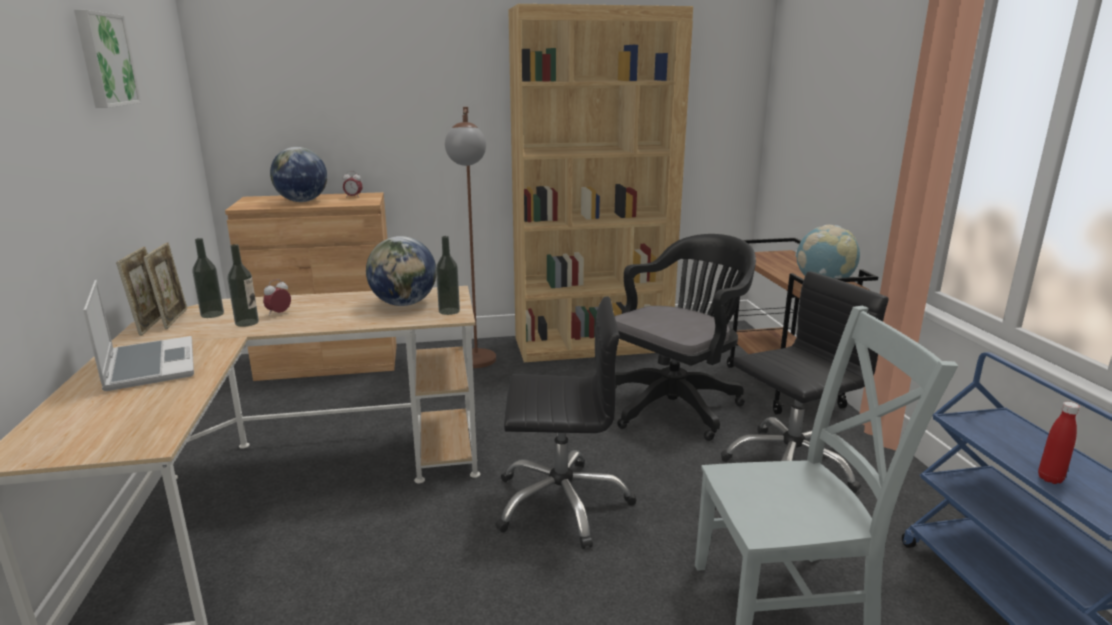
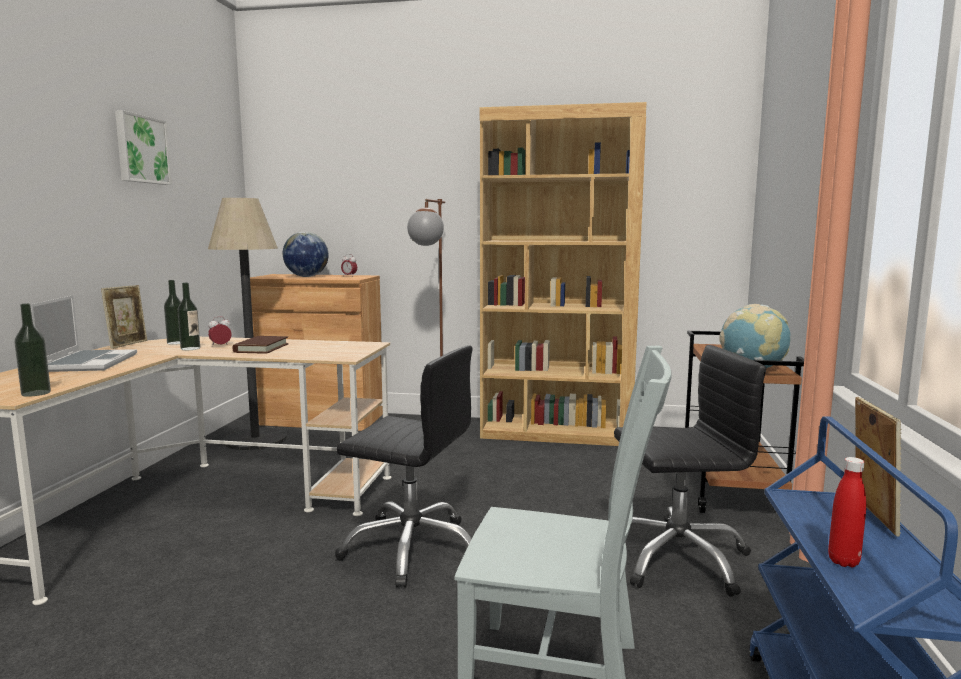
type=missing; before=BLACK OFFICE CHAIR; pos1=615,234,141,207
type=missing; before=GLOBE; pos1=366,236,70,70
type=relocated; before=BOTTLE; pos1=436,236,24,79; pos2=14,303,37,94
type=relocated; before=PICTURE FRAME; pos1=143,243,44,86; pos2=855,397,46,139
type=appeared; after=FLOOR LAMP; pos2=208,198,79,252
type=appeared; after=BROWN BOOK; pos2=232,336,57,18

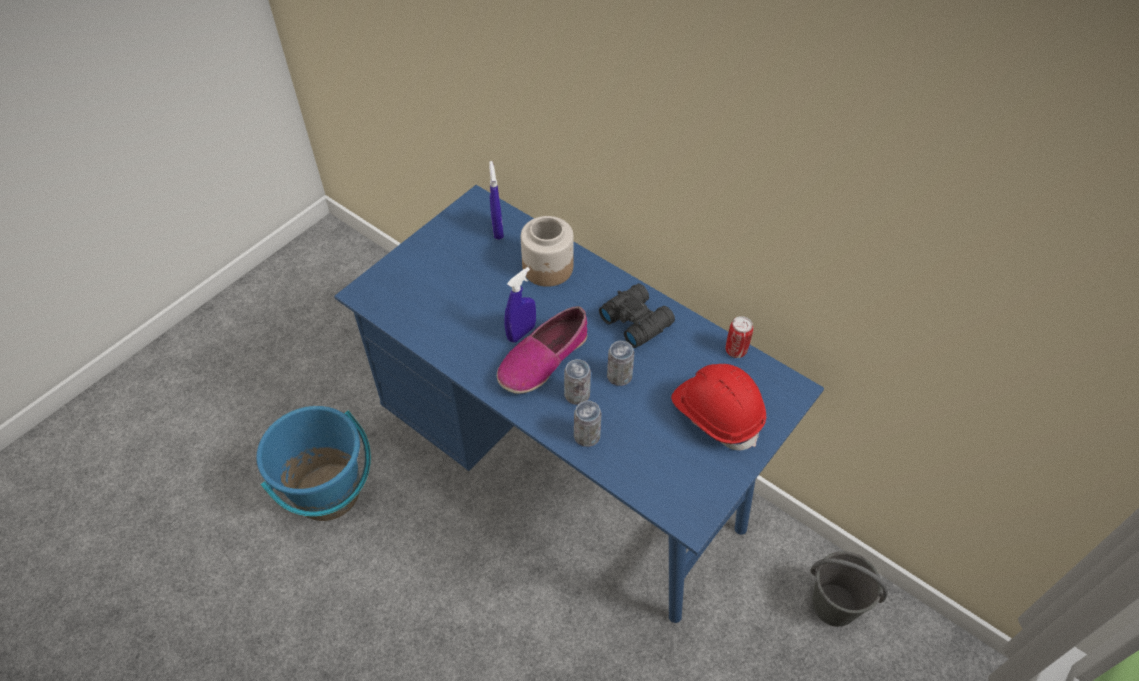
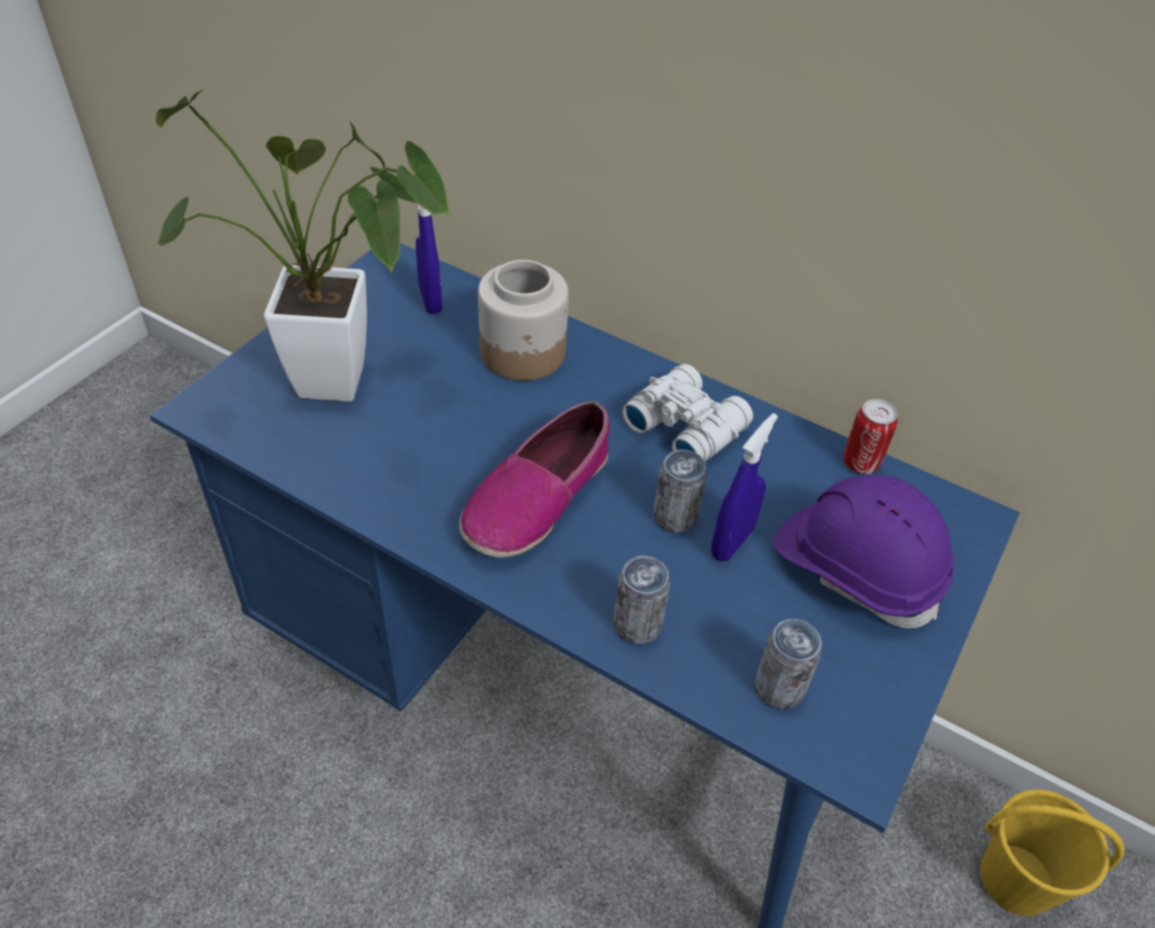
type=relocated; before=BLUE SPRAY BOTTLE; pos1=504,267,32,75; pos2=711,413,67,148
type=colour; before=BLACK BINOCULARS; after=WHITE BINOCULARS; pos1=599,283,76,65; pos2=622,364,131,98
type=relocated; before=CAN; pos1=564,359,27,46; pos2=754,619,68,90
type=colour; before=RED HARD HAT; after=PURPLE HARD HAT; pos1=671,364,95,86; pos2=773,475,181,153
type=missing; before=BLUE BUCKET; pos1=257,406,114,115
type=colour; before=GREY BUCKET; after=YELLOW BUCKET; pos1=810,551,78,76; pos2=980,789,145,127
type=appeared; after=POTTED PLANT; pos2=155,90,297,312

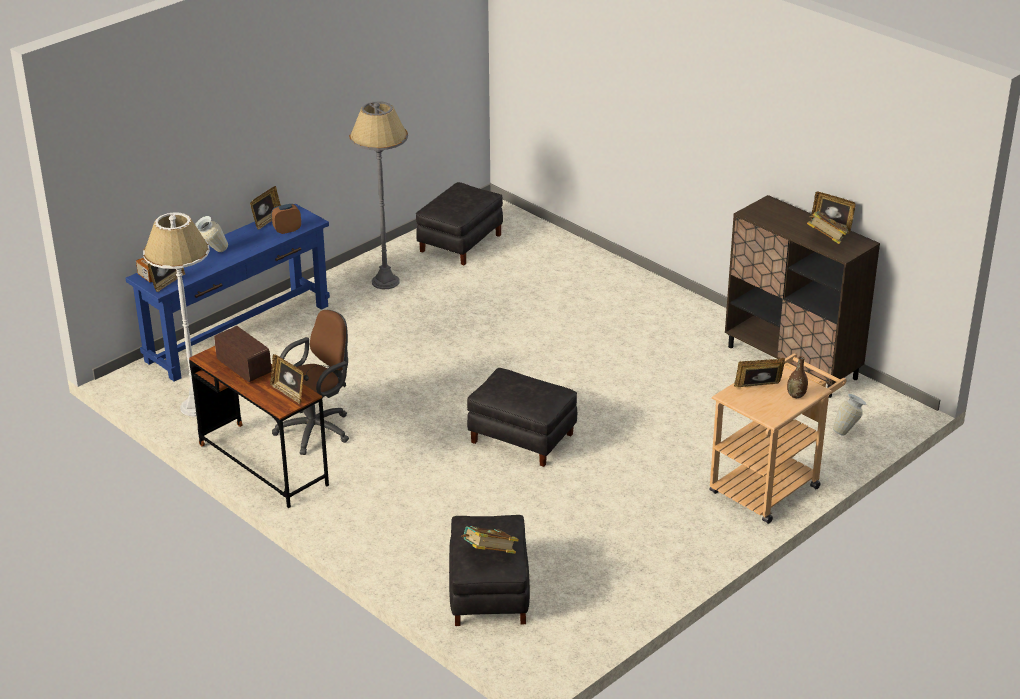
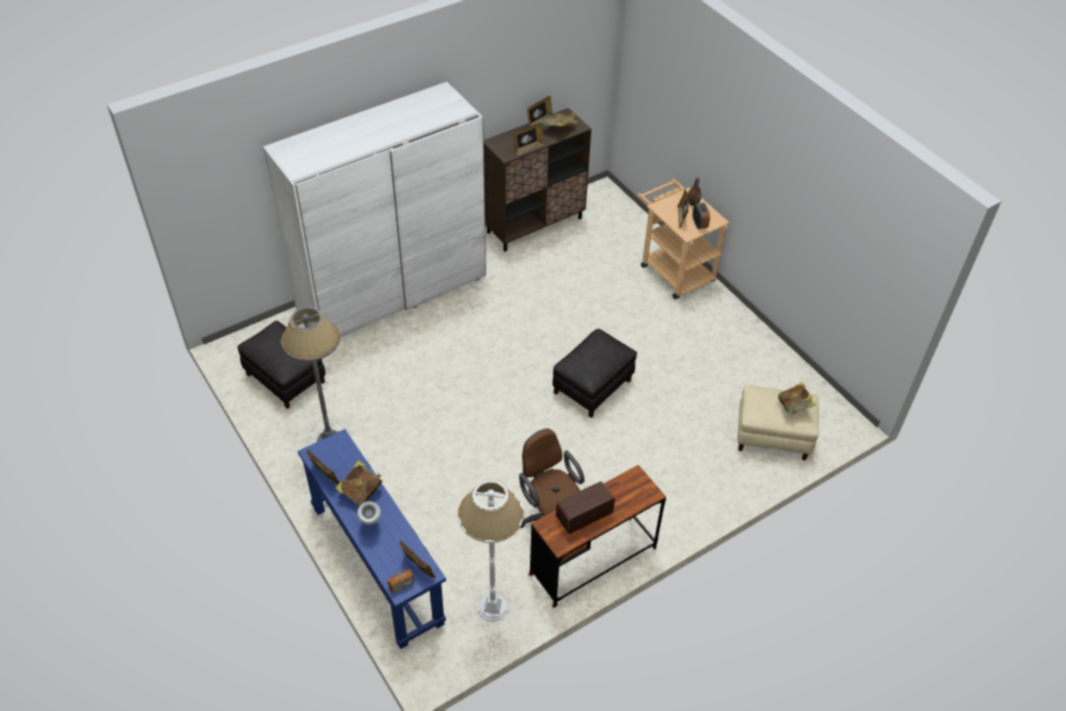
type=relocated; before=ALARM CLOCK; pos1=271,204,30,30; pos2=692,203,18,26
type=relocated; before=PICTURE FRAME; pos1=270,354,34,50; pos2=514,123,30,32
type=missing; before=VASE; pos1=833,394,33,42
type=colour; before=BLACK OTTOMAN; after=BEIGE OTTOMAN; pos1=449,515,81,111; pos2=738,385,81,76
type=appeared; after=WHITE WARDROBE; pos2=263,82,223,255
type=appeared; after=BOOK; pos2=336,460,47,46

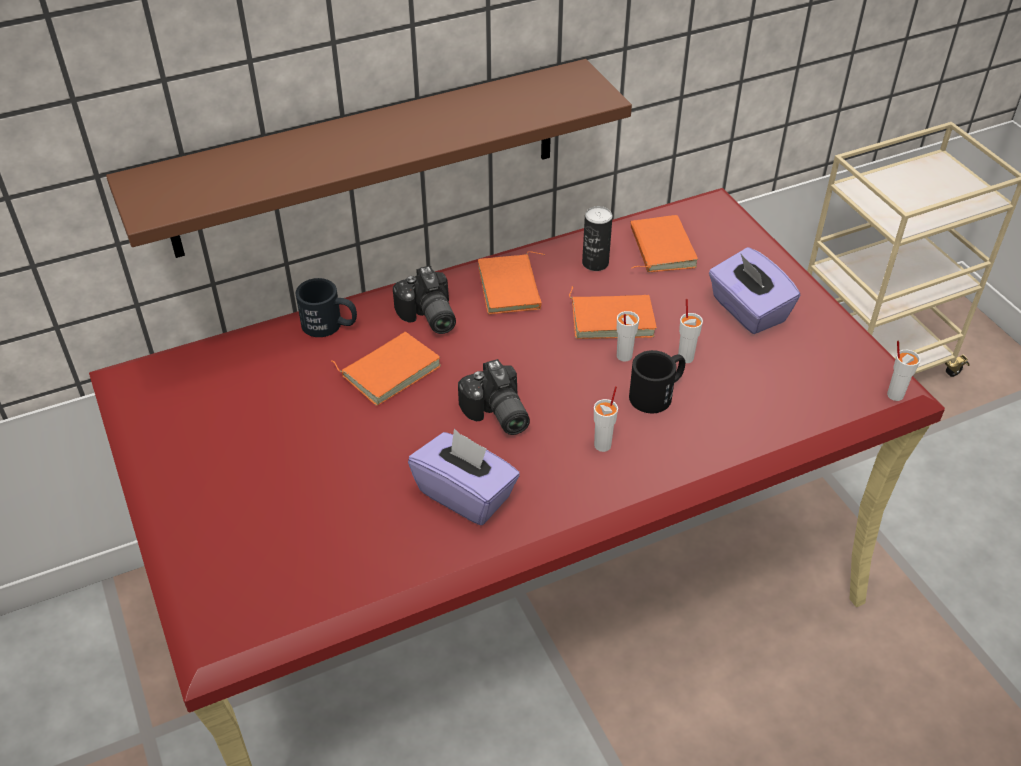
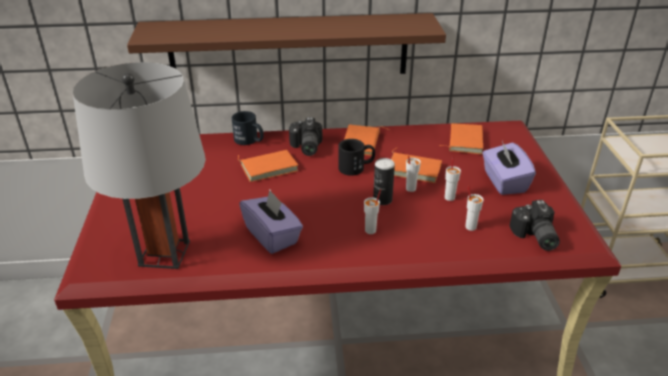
type=relocated; before=CAN; pos1=582,206,31,65; pos2=373,158,22,47
type=relocated; before=WHITE CUP; pos1=887,341,33,60; pos2=465,185,19,46
type=relocated; before=BLACK MUG; pos1=629,350,56,63; pos2=339,139,36,37
type=relocated; before=PHOTO CAMERA; pos1=458,359,72,76; pos2=509,200,51,51
type=appeared; after=GREY TABLE LAMP; pos2=73,62,133,207

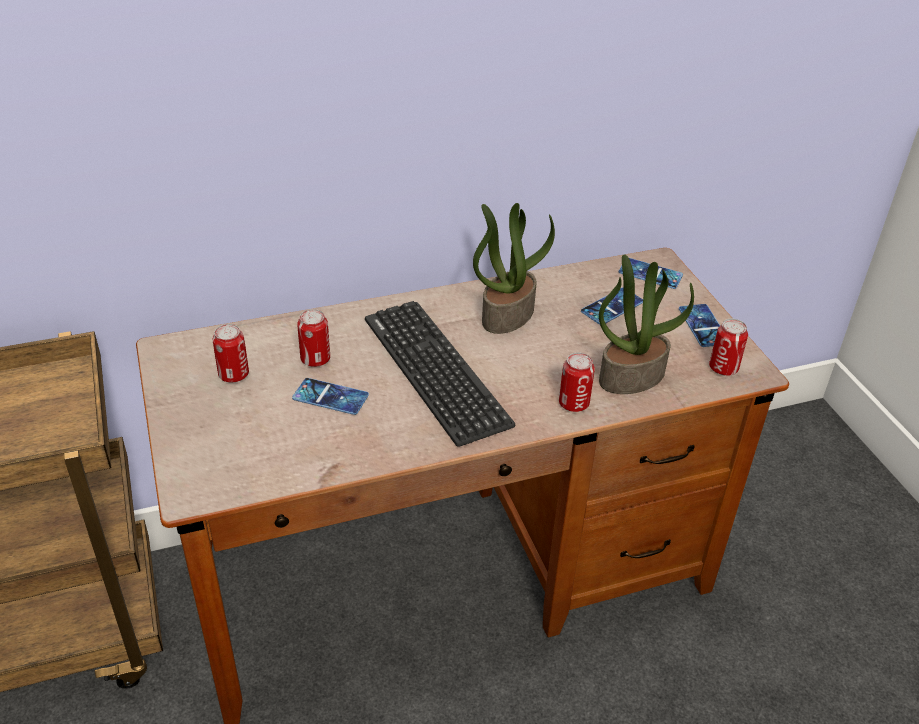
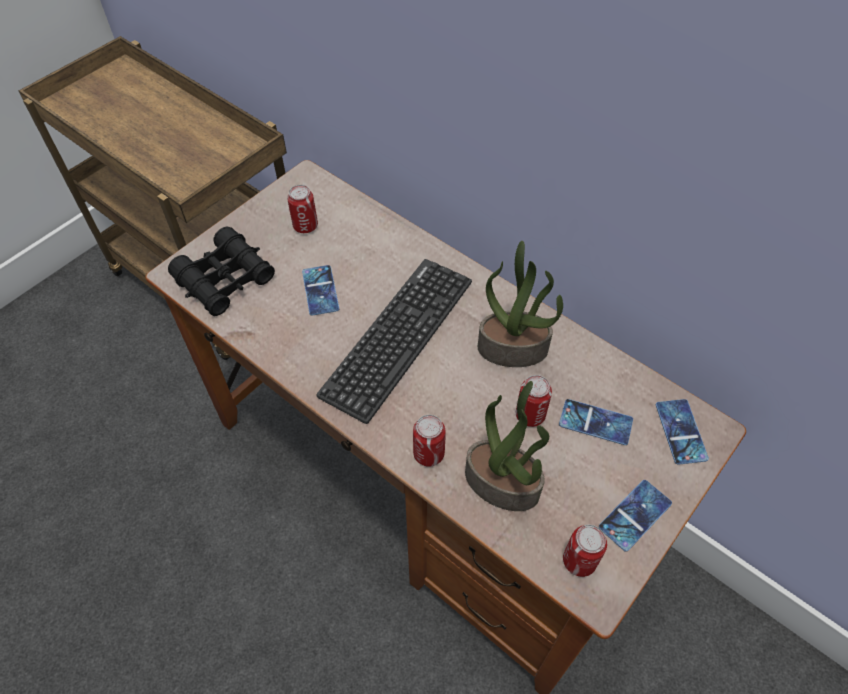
type=relocated; before=CAN; pos1=297,309,33,58; pos2=516,375,36,52
type=appeared; after=BLACK BINOCULARS; pos2=168,227,107,89

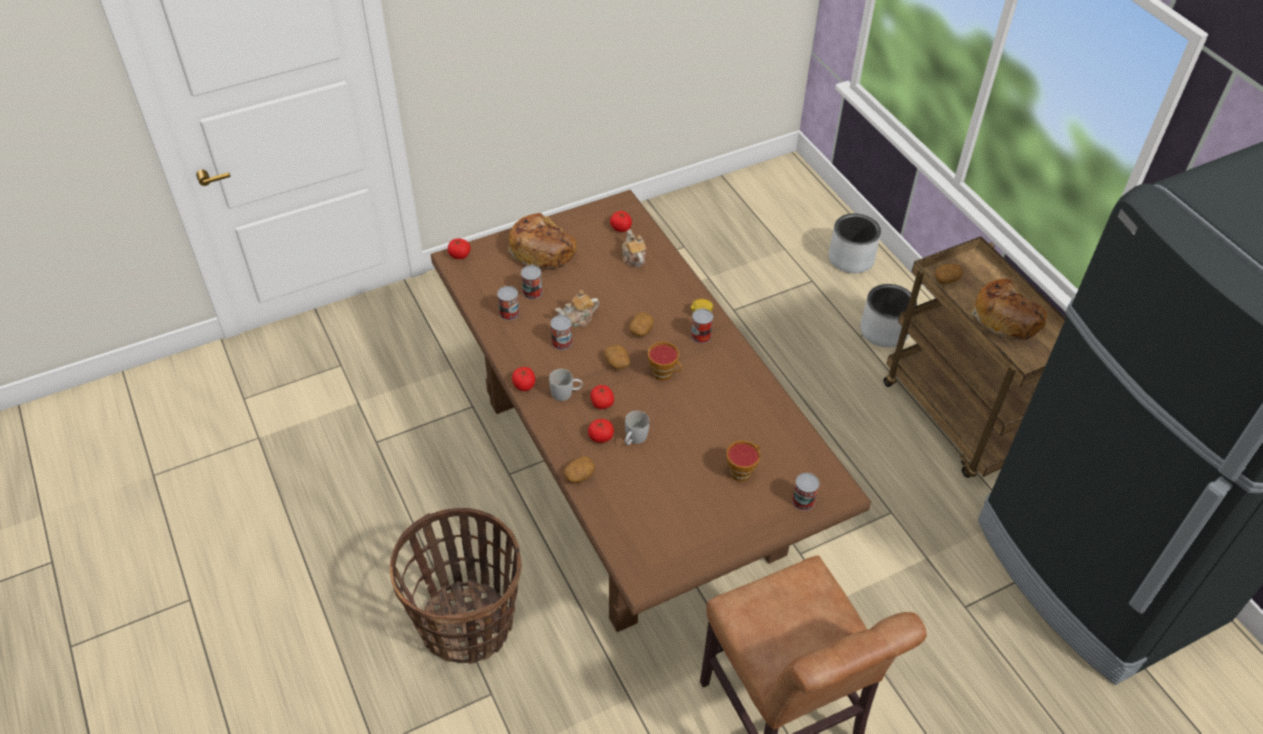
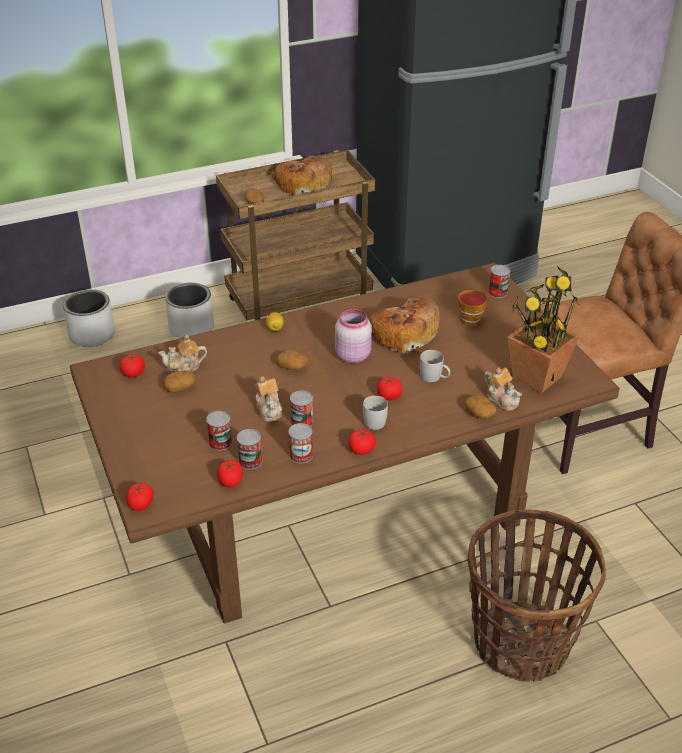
type=relocated; before=BREAD; pos1=508,213,69,57; pos2=369,296,71,58
type=relocated; before=CAN; pos1=691,309,22,34; pos2=288,423,25,40
type=exchanged; before=CUP; after=PINK JAR; pos1=648,342,34,39; pos2=335,309,37,54
type=relocated; before=POTATO; pos1=604,345,26,25; pos2=163,371,32,22
type=relocated; before=TOMATO; pos1=588,419,26,24; pos2=217,460,26,27
type=appeared; after=POTTED PLANT; pos2=507,266,74,128
type=appeared; after=TEAPOT; pos2=484,368,38,43

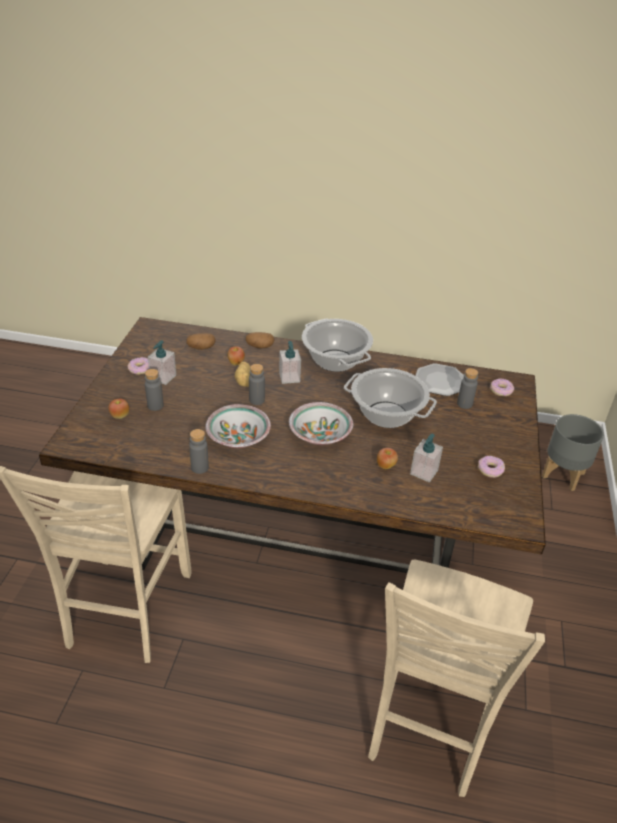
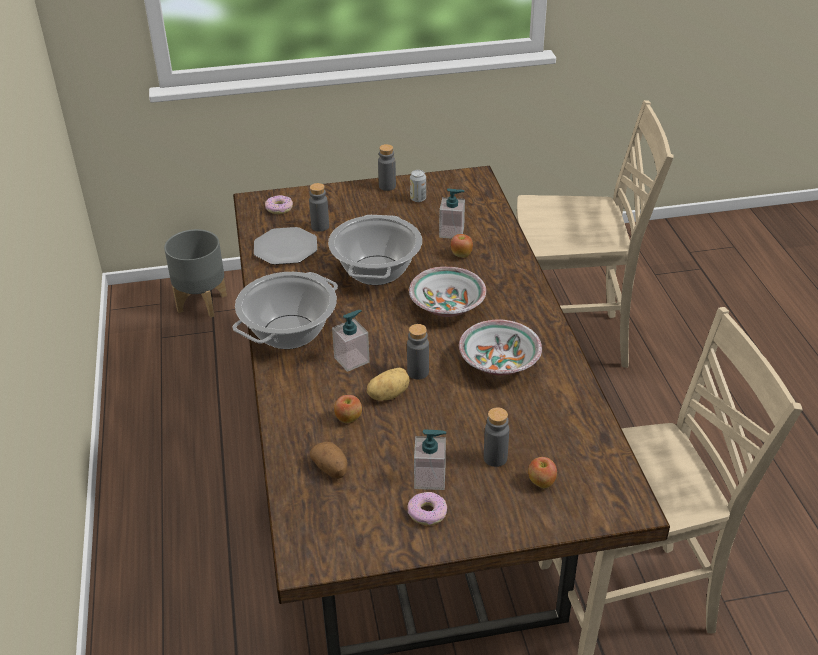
type=missing; before=POTATO; pos1=246,332,29,17
type=relocated; before=GREY BOTTLE; pos1=189,429,20,45; pos2=378,144,18,47
type=exchanged; before=DONUT; after=CAN; pos1=478,455,27,23; pos2=410,170,16,32

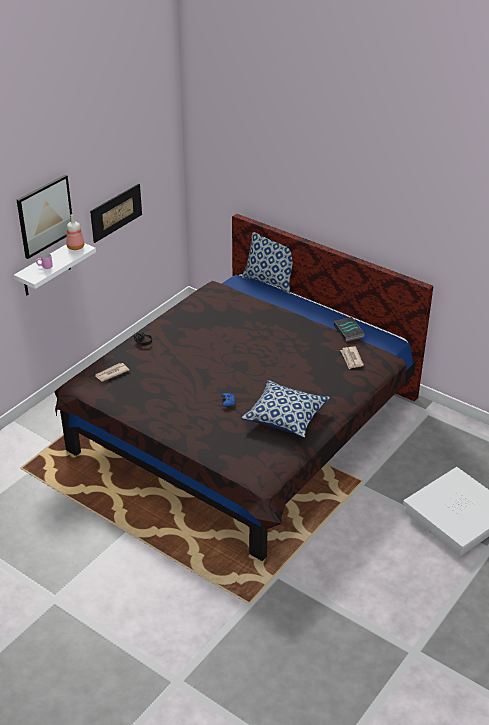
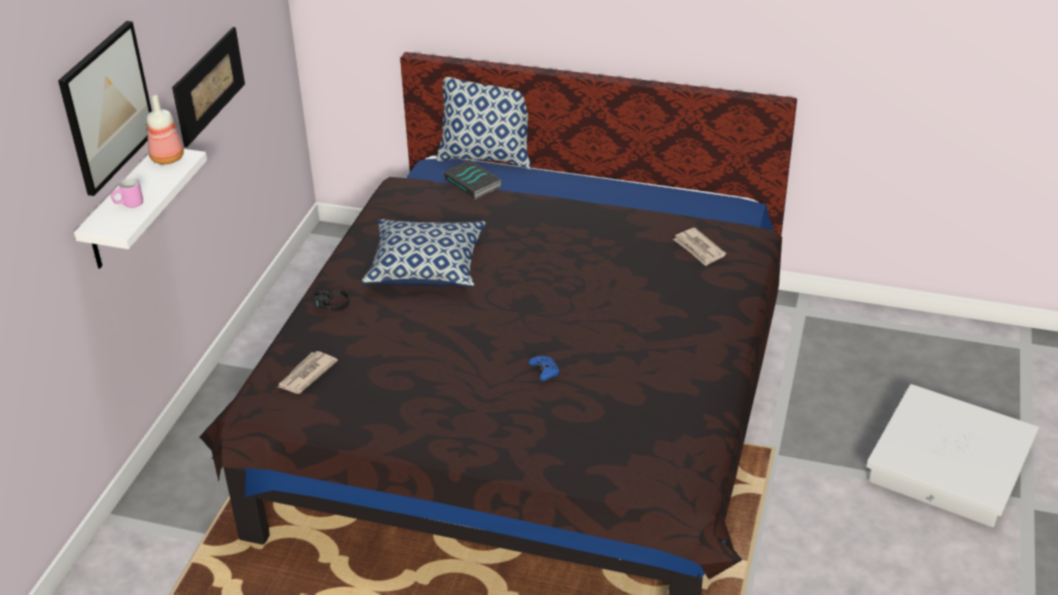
type=relocated; before=BOOK; pos1=334,317,31,25; pos2=444,160,57,40
type=relocated; before=PILLOW; pos1=241,380,89,58; pos2=361,219,125,68

